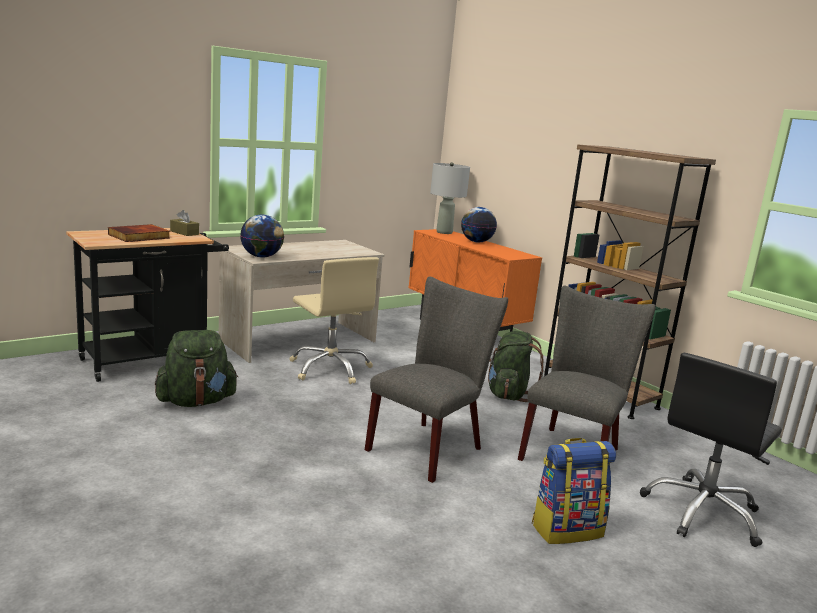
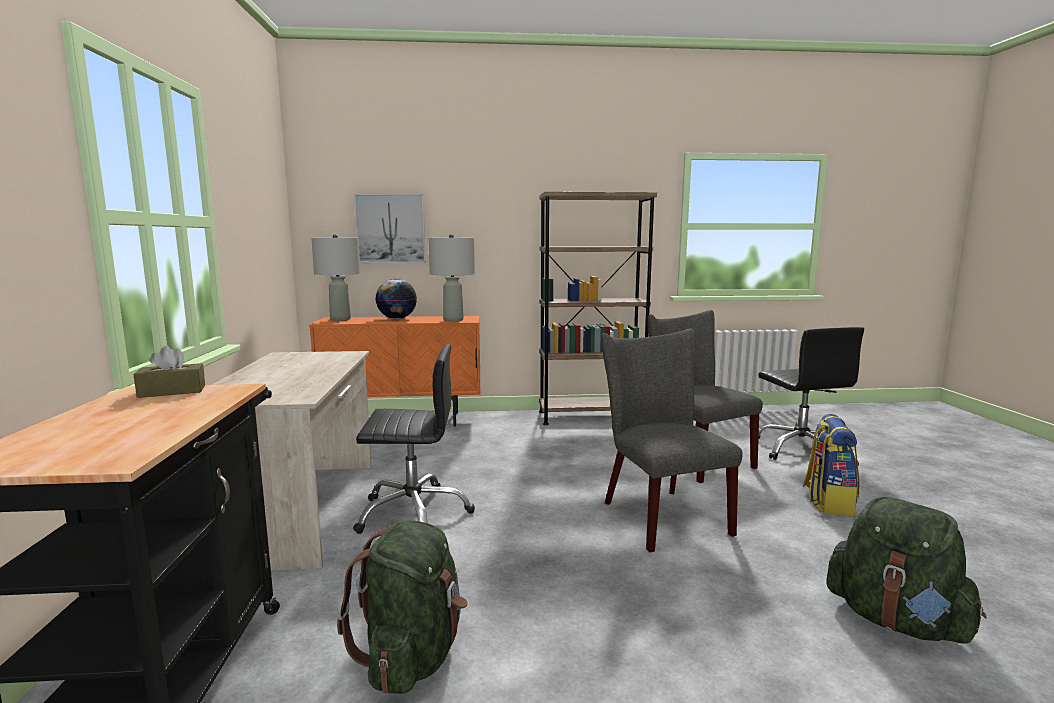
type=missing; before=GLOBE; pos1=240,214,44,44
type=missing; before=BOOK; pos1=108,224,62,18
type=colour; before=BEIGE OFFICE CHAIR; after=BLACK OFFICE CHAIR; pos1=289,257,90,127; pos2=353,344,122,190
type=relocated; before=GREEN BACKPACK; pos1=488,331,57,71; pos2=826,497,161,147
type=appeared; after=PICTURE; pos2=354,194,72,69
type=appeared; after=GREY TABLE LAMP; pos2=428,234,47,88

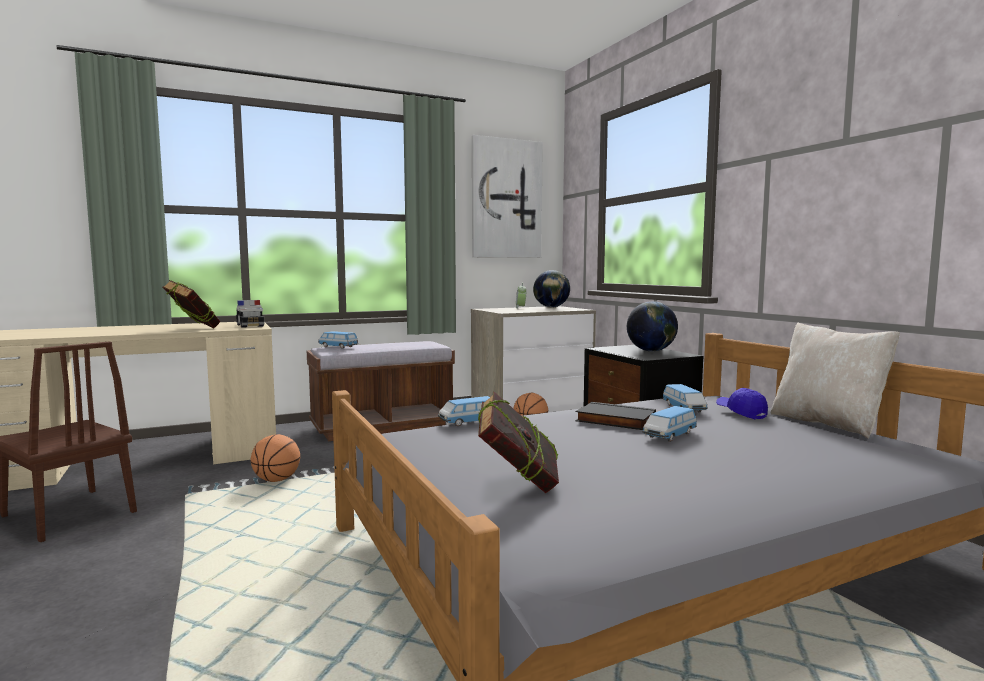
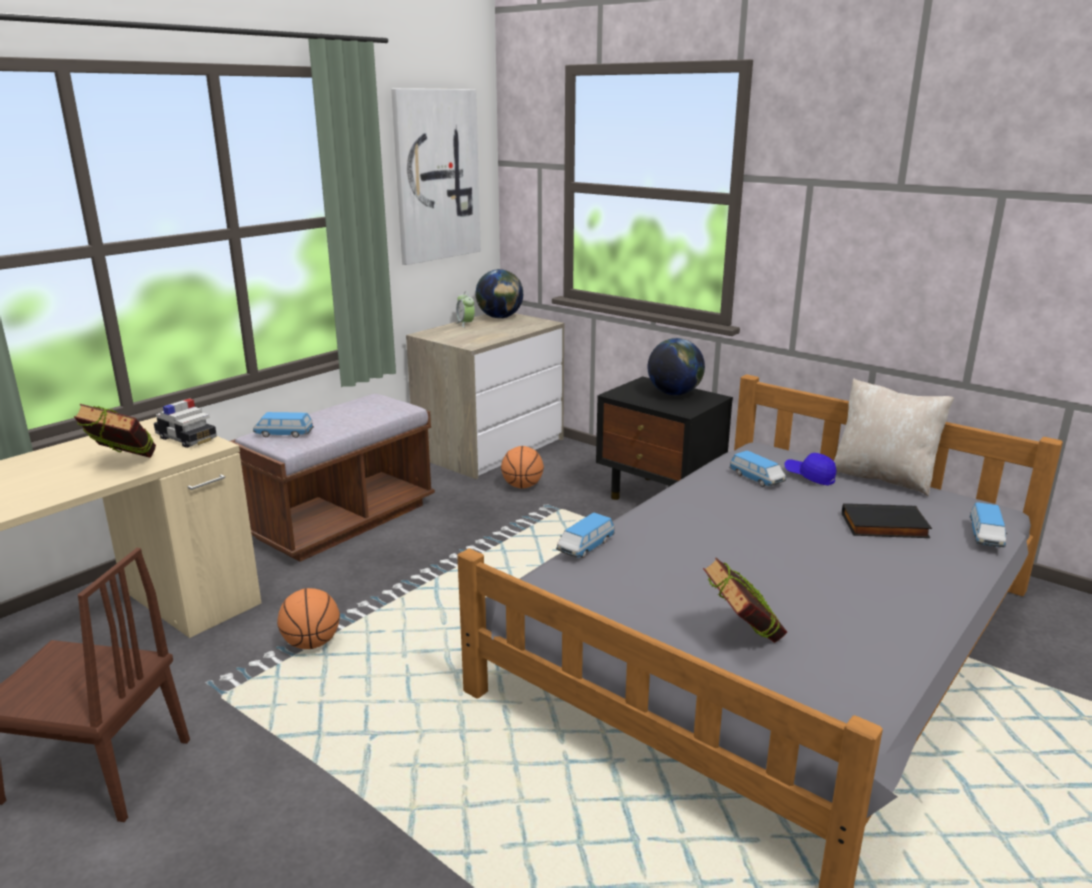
type=relocated; before=BLACK BOOK; pos1=575,402,81,28; pos2=842,503,90,35
type=relocated; before=TOY CAR; pos1=642,406,55,36; pos2=969,502,38,45

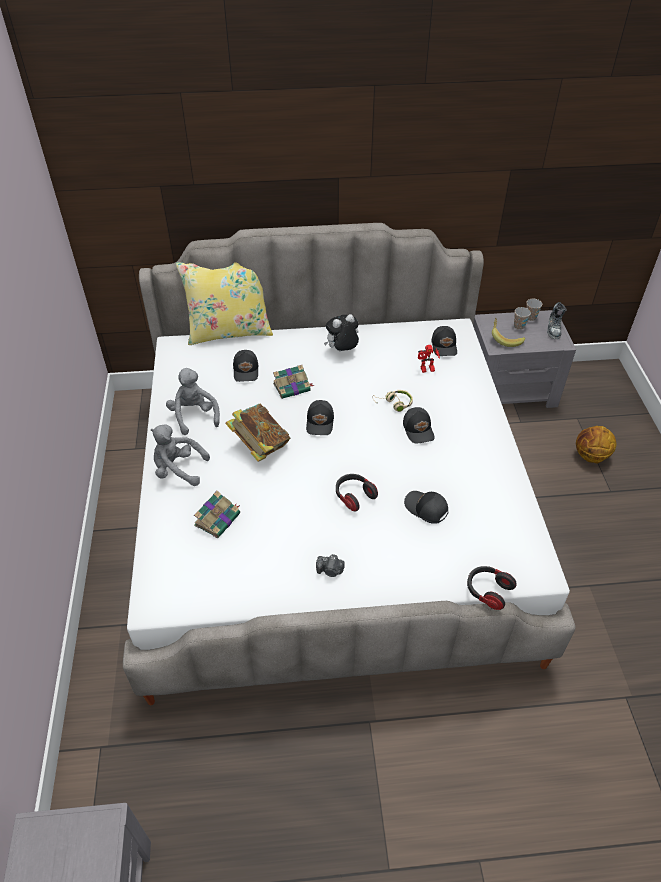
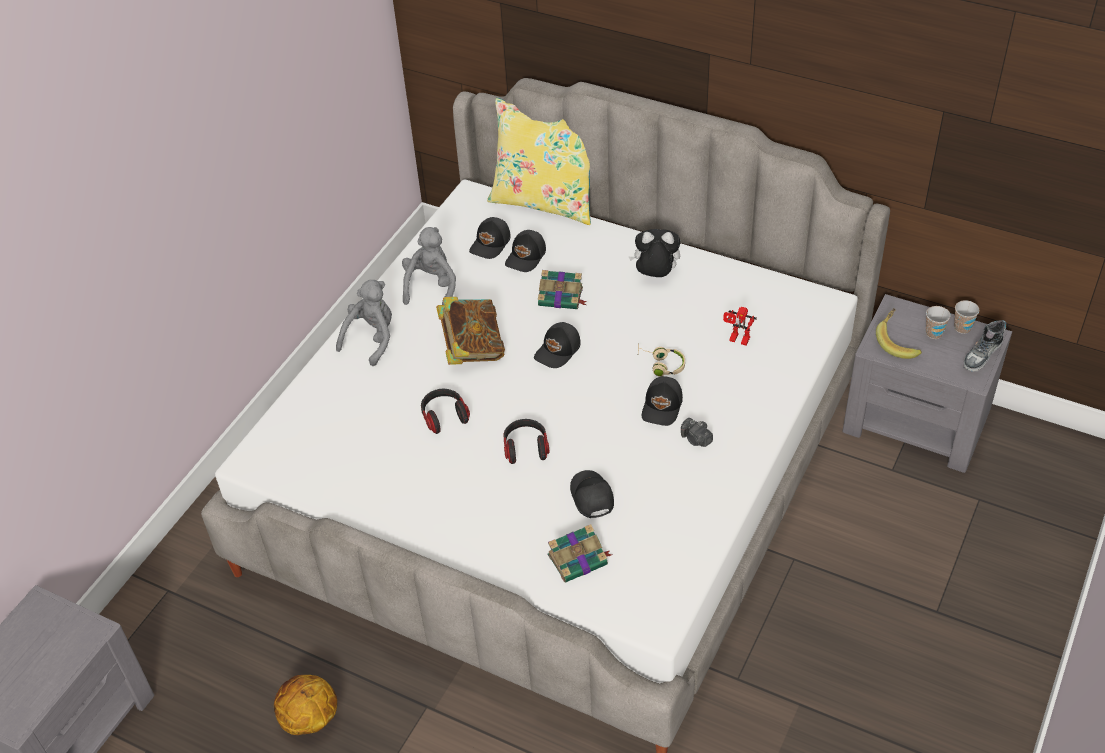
type=relocated; before=BLACK CAP; pos1=431,326,26,30; pos2=469,217,42,42
type=spun; before=GREY PLUSH TOY; pos1=151,424,59,62; pos2=336,280,56,86; turn=75
type=relocated; before=BASKETBALL; pos1=576,426,40,37; pos2=274,675,63,60
type=relocated; before=BOOK; pos1=194,491,46,47; pos2=548,524,64,59
type=relocated; before=PHOTO CAMERA; pos1=316,554,29,23; pos2=681,418,32,29
type=relocated; before=HEADPHONES; pos1=467,566,50,44; pos2=421,389,49,45

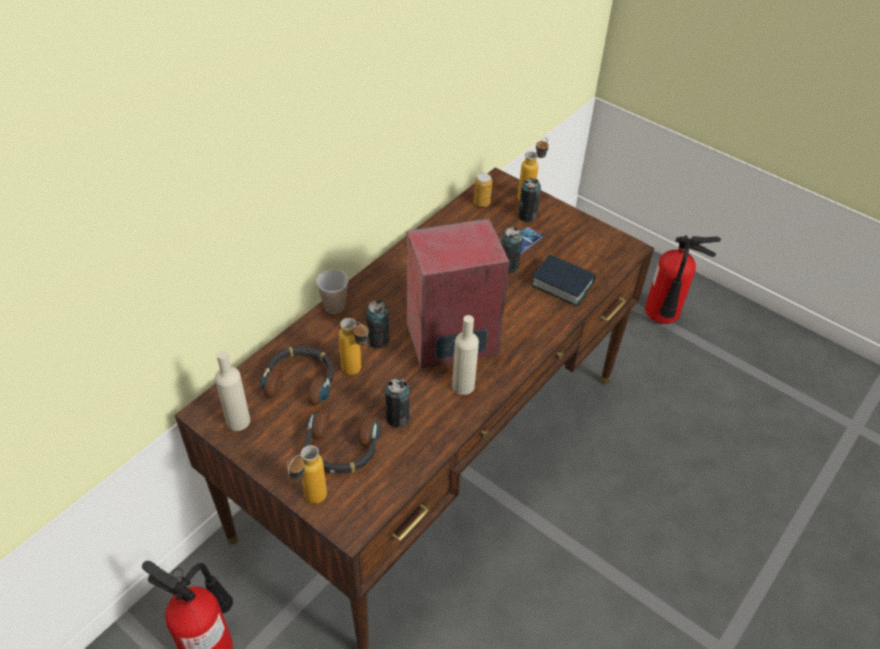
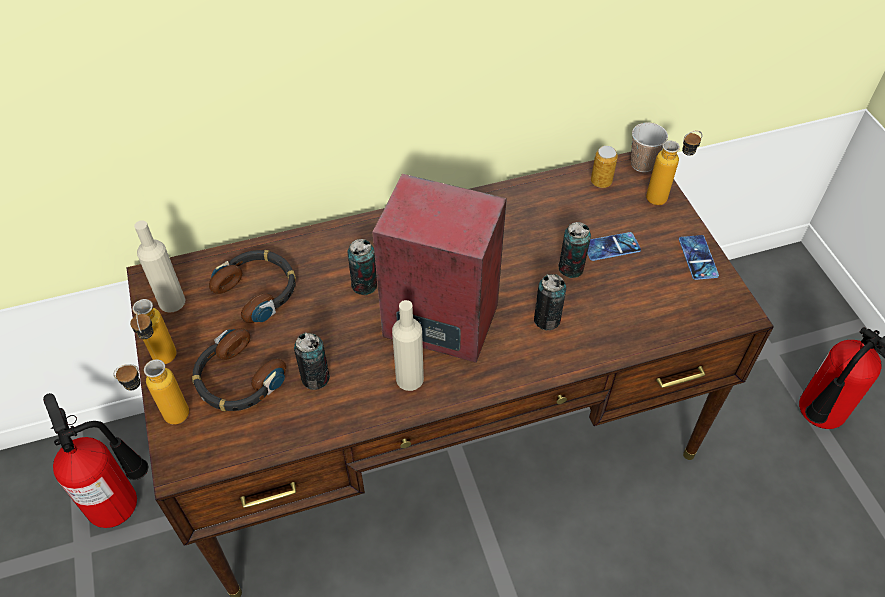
type=relocated; before=CAN; pos1=518,178,23,44; pos2=534,274,32,56
type=missing; before=BOOK; pos1=531,254,65,52
type=relocated; before=CUP; pos1=316,269,33,45; pos2=631,123,37,49
type=relocated; before=BOTTLE; pos1=339,318,30,57; pos2=130,299,47,65
type=appeared; after=PHONE; pos2=679,235,40,45

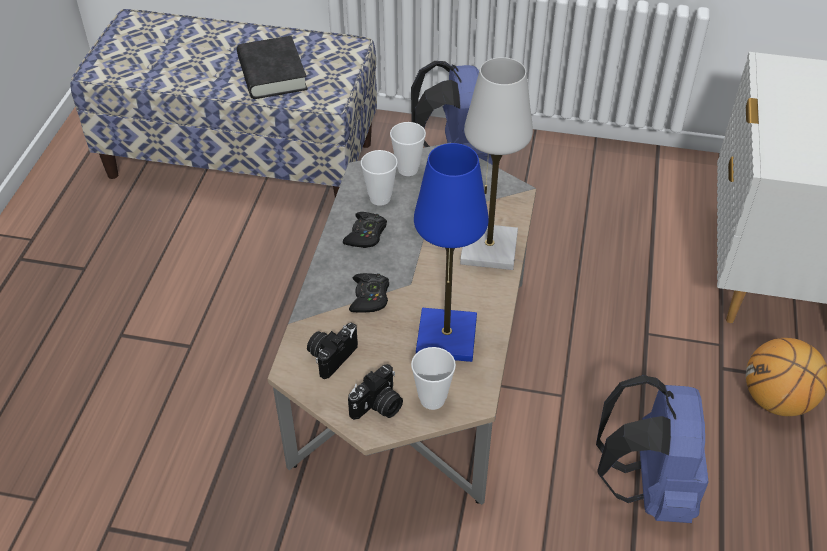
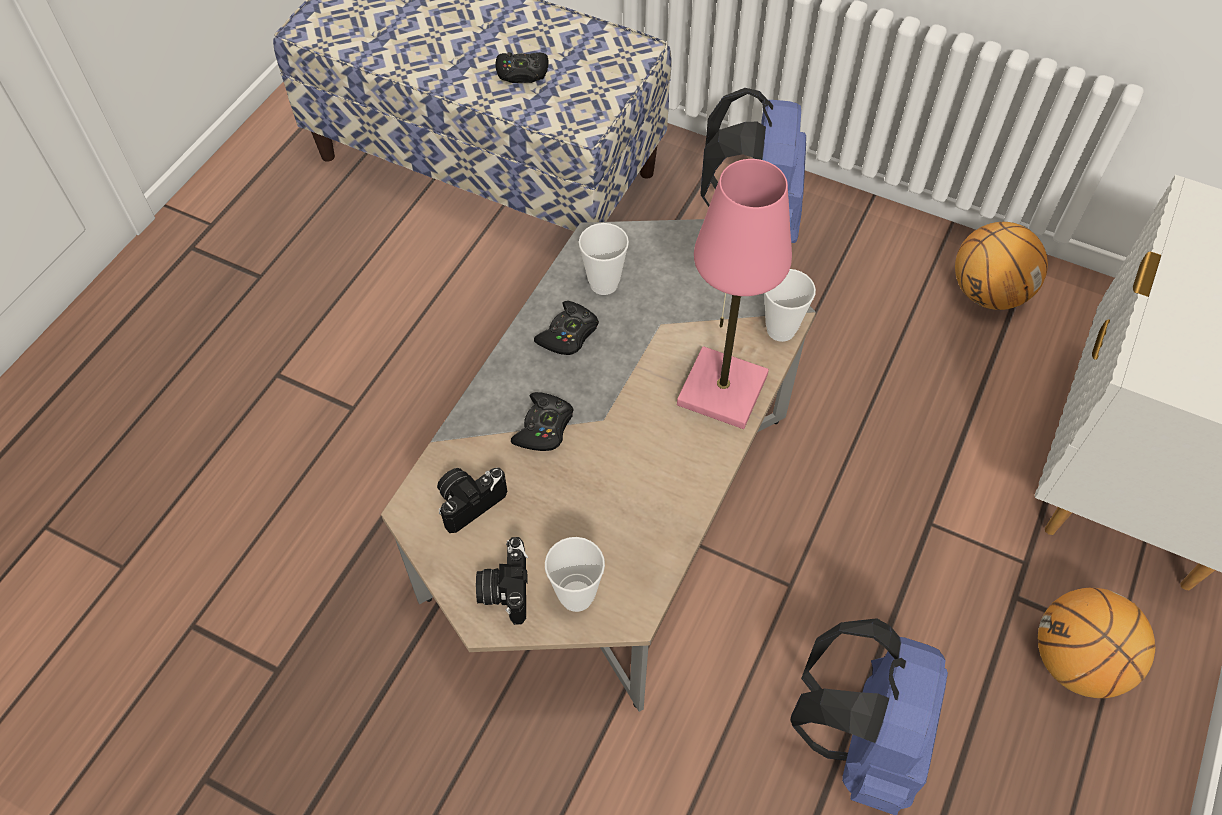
type=exchanged; before=BLACK BOOK; after=BLACK GAME CONTROLLER; pos1=237,36,71,63; pos2=496,52,53,31
type=colour; before=WHITE TABLE LAMP; after=PINK TABLE LAMP; pos1=460,57,73,213; pos2=677,159,115,270
type=relocated; before=CUP; pos1=390,122,36,54; pos2=765,269,51,73
type=missing; before=BLUE TABLE LAMP; pos1=414,143,75,219
type=spun; before=PHOTO CAMERA; pos1=348,364,55,56; pos2=476,537,52,88; turn=120
type=appeared; after=BASKETBALL; pos2=955,222,93,88

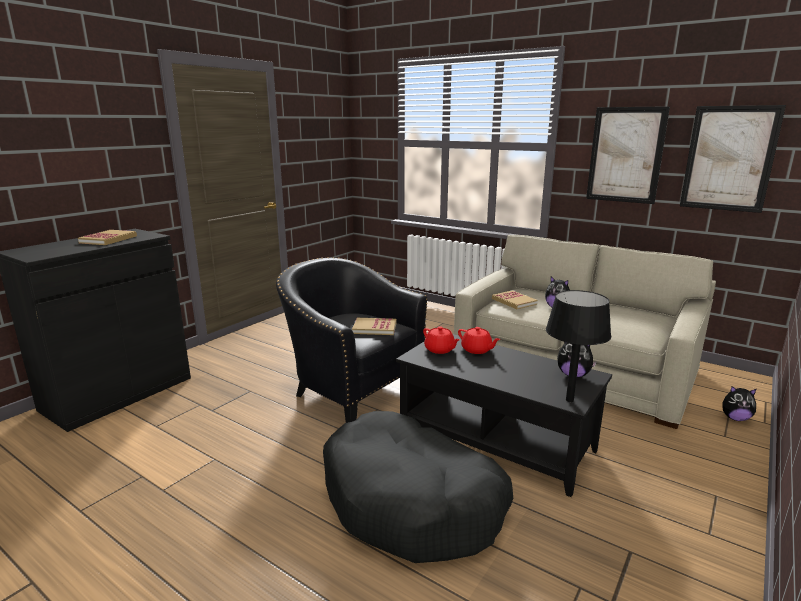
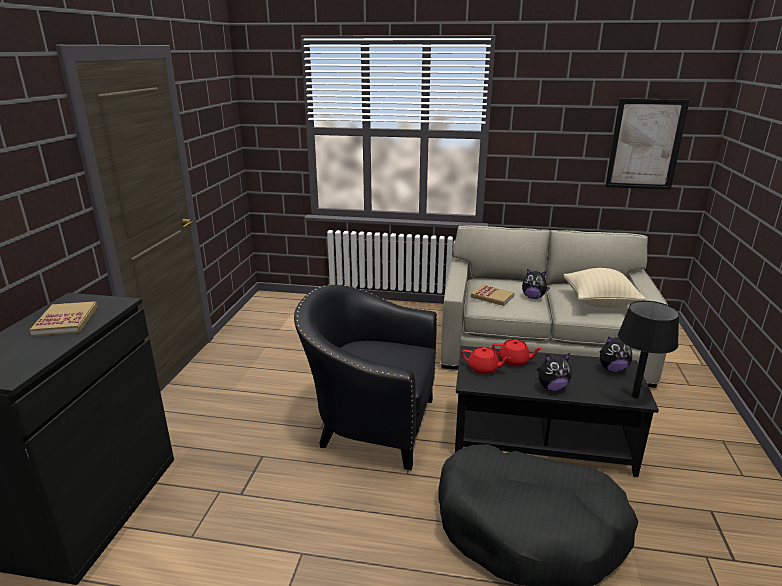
type=missing; before=PICTURE; pos1=586,106,84,98
type=missing; before=BOOK; pos1=352,318,45,17
type=relocated; before=PLUSH TOY; pos1=722,386,34,35; pos2=537,353,35,38
type=appeared; after=BEIGE PILLOW; pos2=564,268,81,40

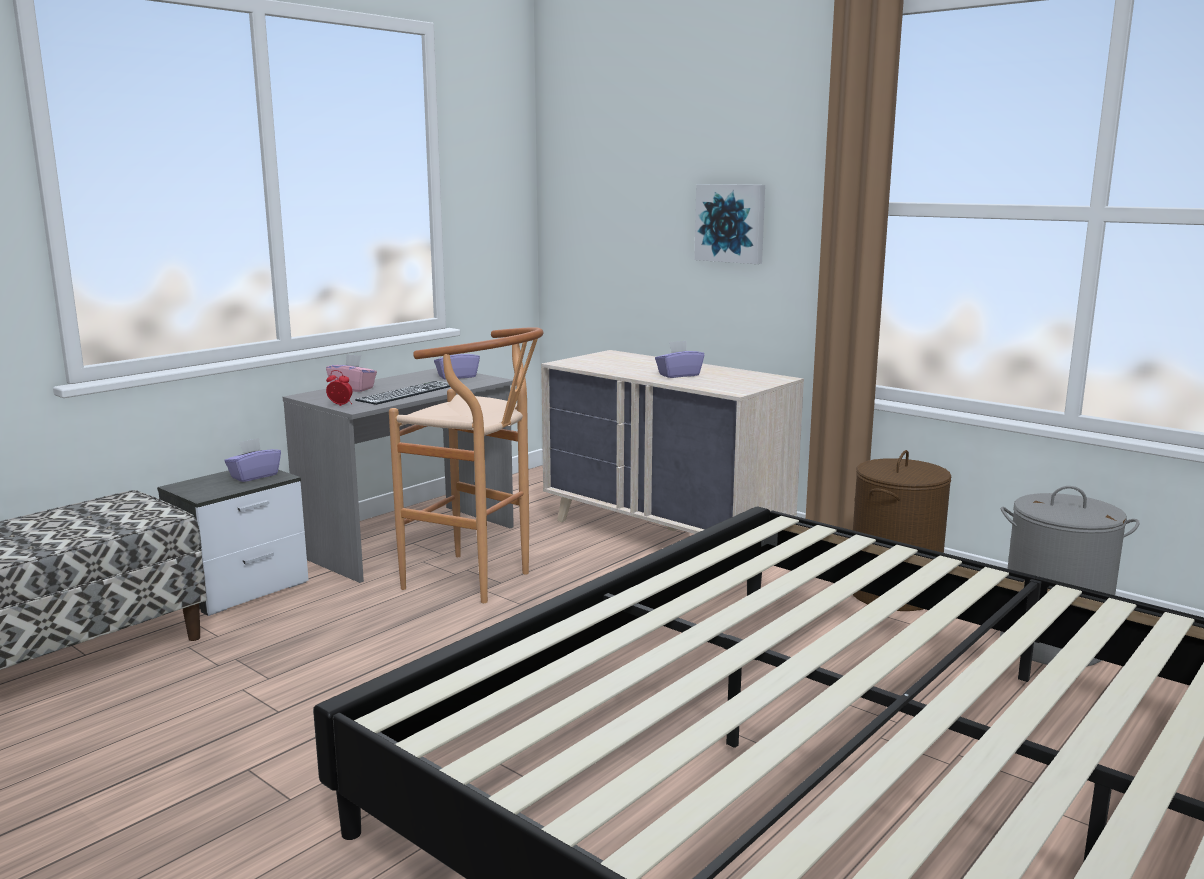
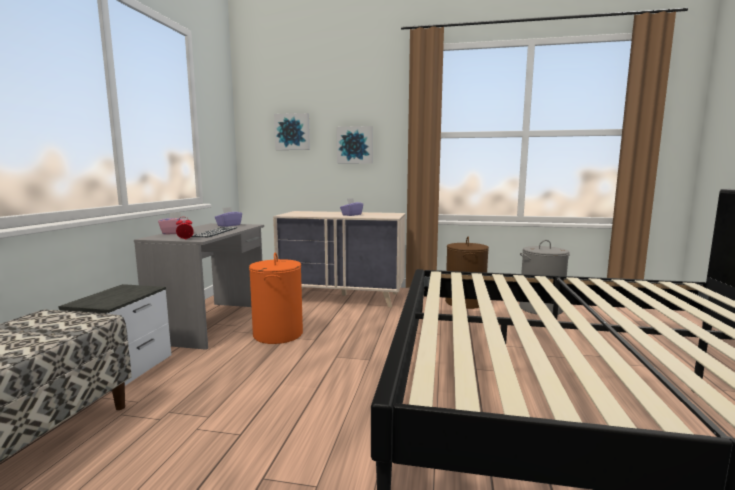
type=exchanged; before=BROWN STOOL; after=ORANGE LAUNDRY BASKET; pos1=389,327,154,276; pos2=249,253,54,91
type=missing; before=PURPLE TISSUE BOX; pos1=225,438,56,44
type=appeared; after=PICTURE; pos2=274,113,36,37

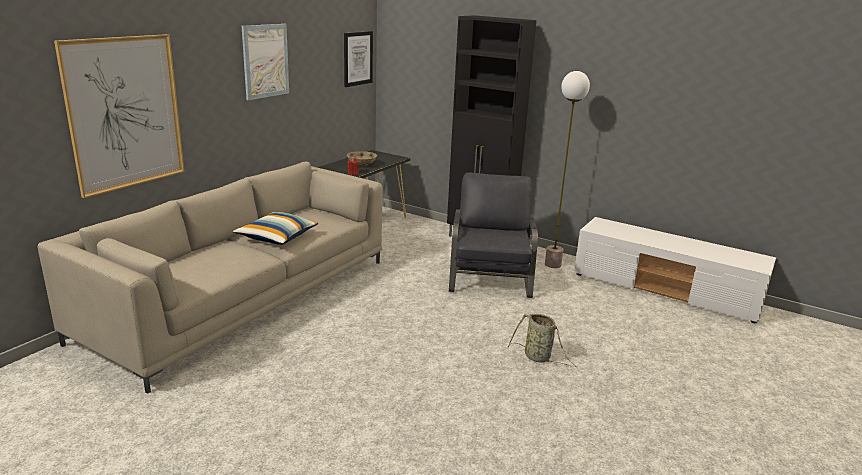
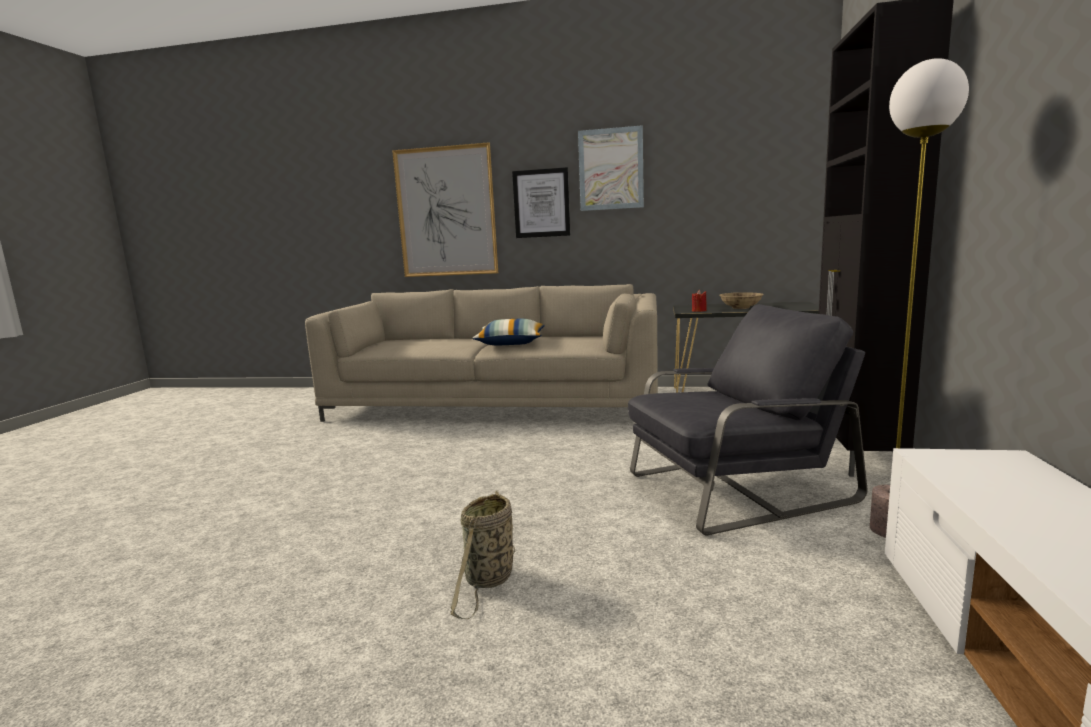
type=relocated; before=PICTURE; pos1=344,31,29,56; pos2=512,167,58,71

